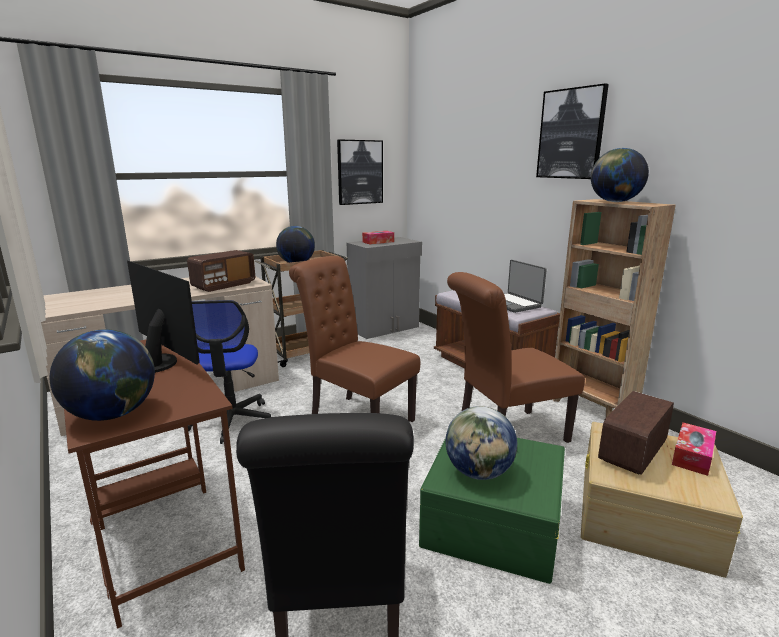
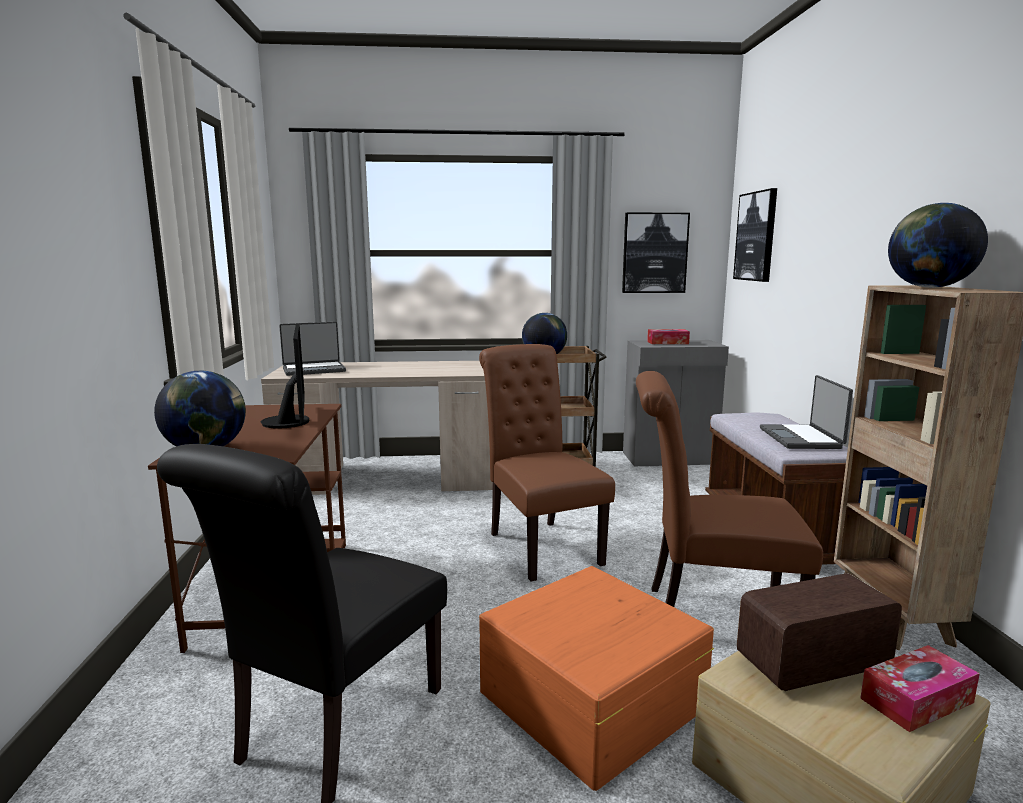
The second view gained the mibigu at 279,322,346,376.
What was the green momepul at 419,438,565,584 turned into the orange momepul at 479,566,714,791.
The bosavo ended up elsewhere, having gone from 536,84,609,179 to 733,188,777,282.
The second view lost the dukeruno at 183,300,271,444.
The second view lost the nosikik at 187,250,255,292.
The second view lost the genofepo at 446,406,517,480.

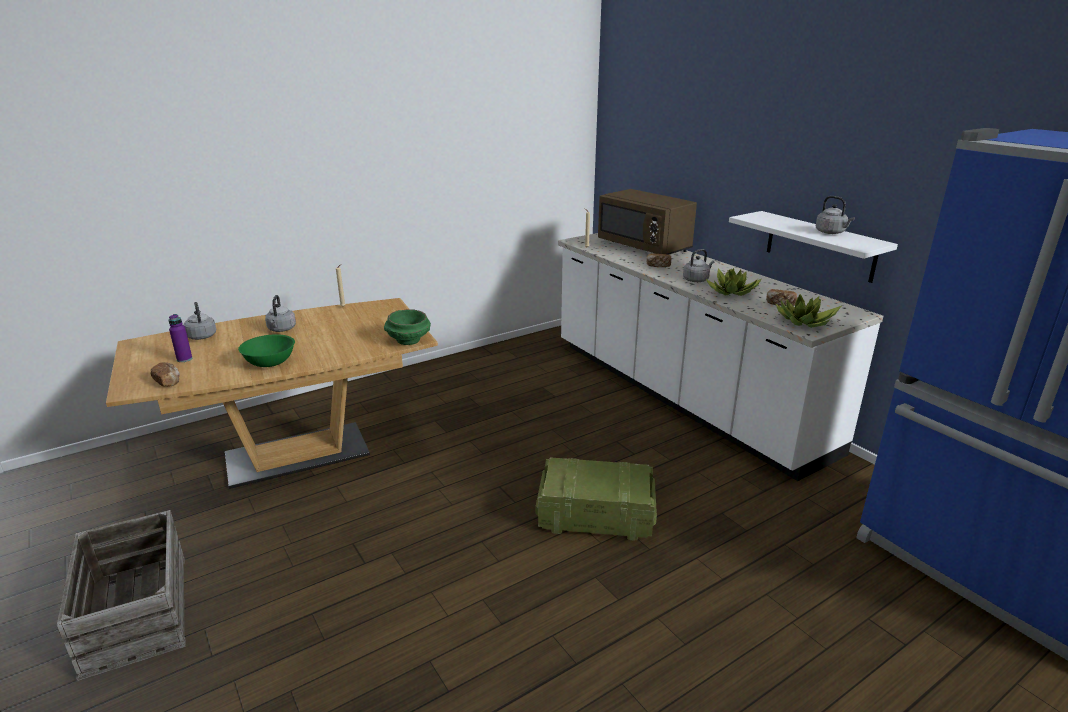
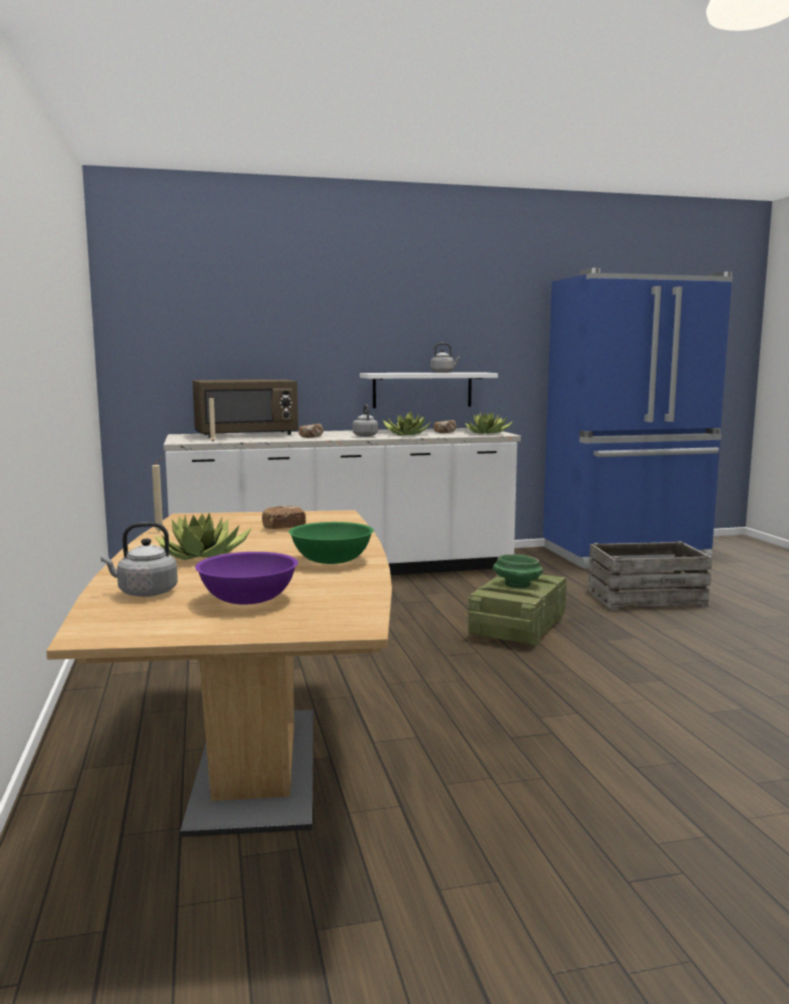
Where the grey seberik stood at 265,295,296,332, the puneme came to stand at 155,513,252,560.
Where the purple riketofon stood at 169,314,192,362, the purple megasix came to stand at 195,552,298,605.
The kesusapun ended up elsewhere, having gone from 150,362,180,387 to 262,506,306,529.
The green megasix ended up elsewhere, having gone from 384,309,431,345 to 493,554,543,588.
The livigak ended up elsewhere, having gone from 57,510,186,681 to 588,541,712,610.

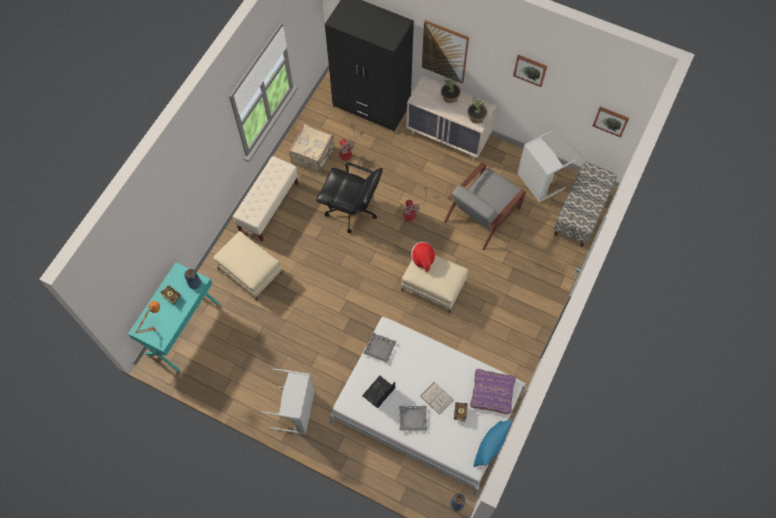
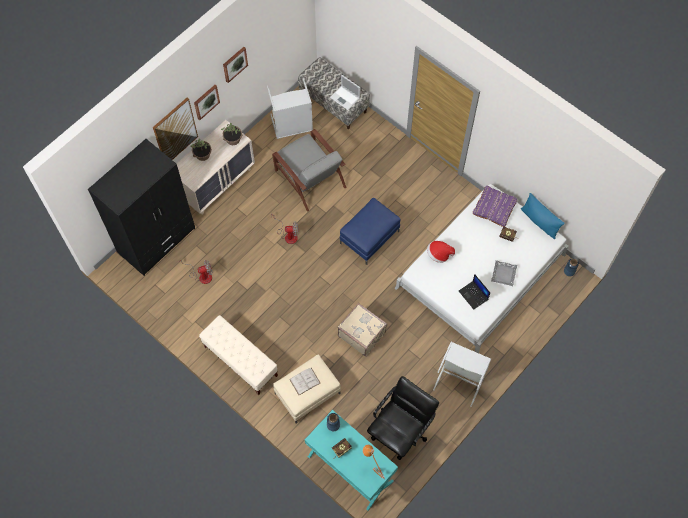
The bosavo ended up elsewhere, having gone from 593,107,629,137 to 194,85,220,120.
The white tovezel ended up elsewhere, having gone from 420,382,454,415 to 289,368,321,395.
The second view gained the mibigu at 330,75,360,110.
The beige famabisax ended up elsewhere, having gone from 289,124,334,173 to 338,303,387,356.
What was the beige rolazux at 401,255,468,313 turned into the blue rolazux at 340,198,400,265.
The black dukeruno ended up elsewhere, having gone from 316,162,383,233 to 367,376,439,460.
The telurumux ended up elsewhere, having gone from 411,242,435,273 to 427,241,455,263.
The second view lost the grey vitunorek at 363,332,396,363.

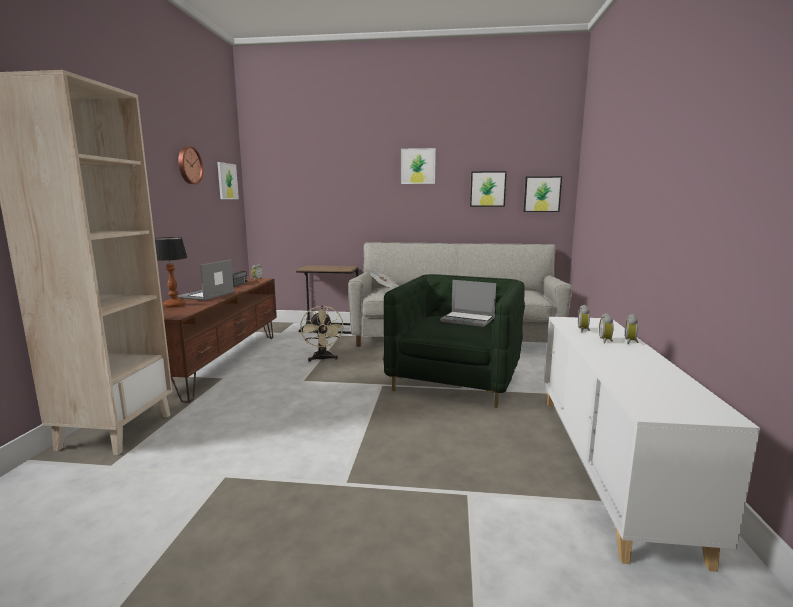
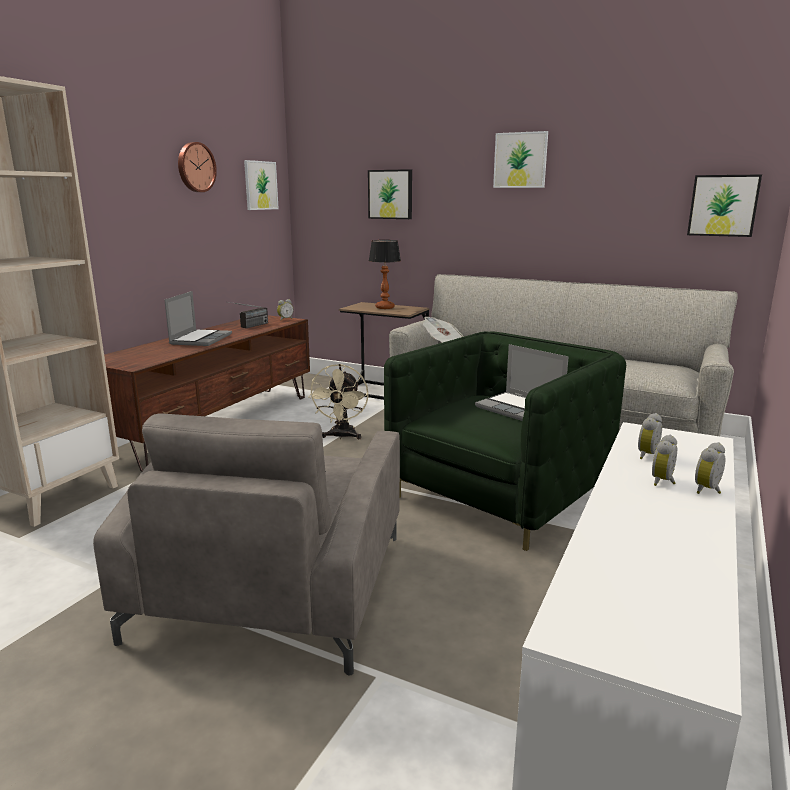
The second view gained the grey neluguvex at 93,413,400,676.
The mibigu at 178,259,234,301 ended up facing another way, 150 degrees clockwise from before.
The bosavo ended up elsewhere, having gone from 470,171,507,207 to 368,169,412,219.
The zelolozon ended up elsewhere, having gone from 155,237,188,308 to 369,240,401,309.

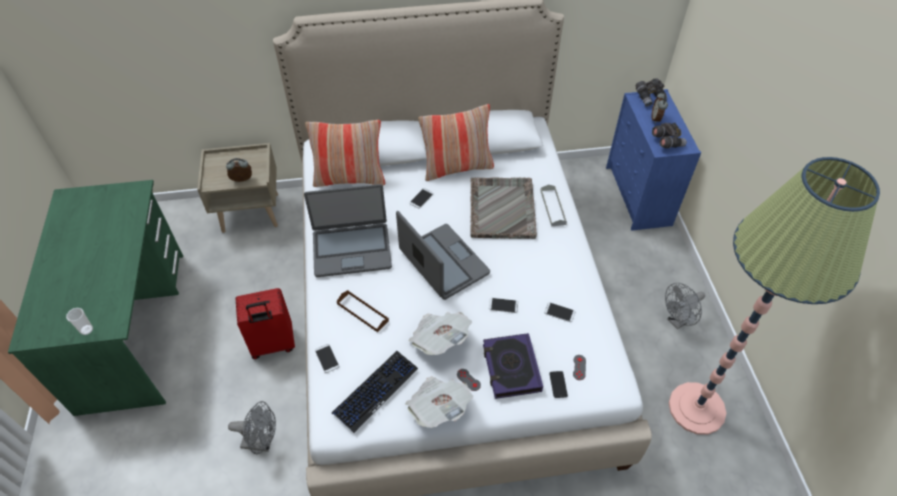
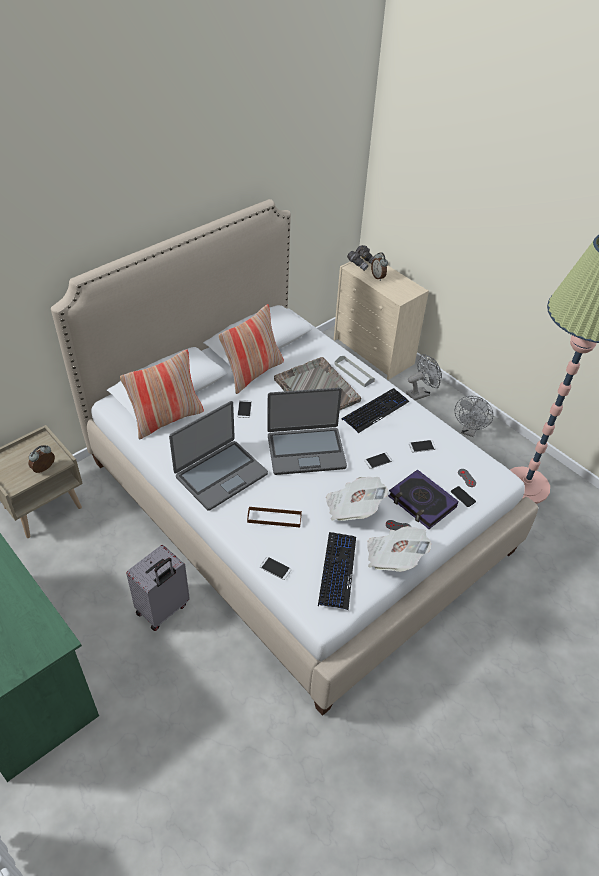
What was the red famabisax at 235,288,295,359 turned into the grey famabisax at 126,545,190,631.
The mibigu at 396,211,490,300 ended up facing another way, 150 degrees clockwise from before.
What was the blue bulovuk at 606,89,701,231 turned into the beige bulovuk at 334,256,429,380.
The second view gained the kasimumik at 342,388,409,433.
The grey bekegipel ended up elsewhere, having gone from 228,401,276,454 to 406,354,442,400.
The second view lost the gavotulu at 66,308,93,335.
The second view lost the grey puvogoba at 652,123,687,148.

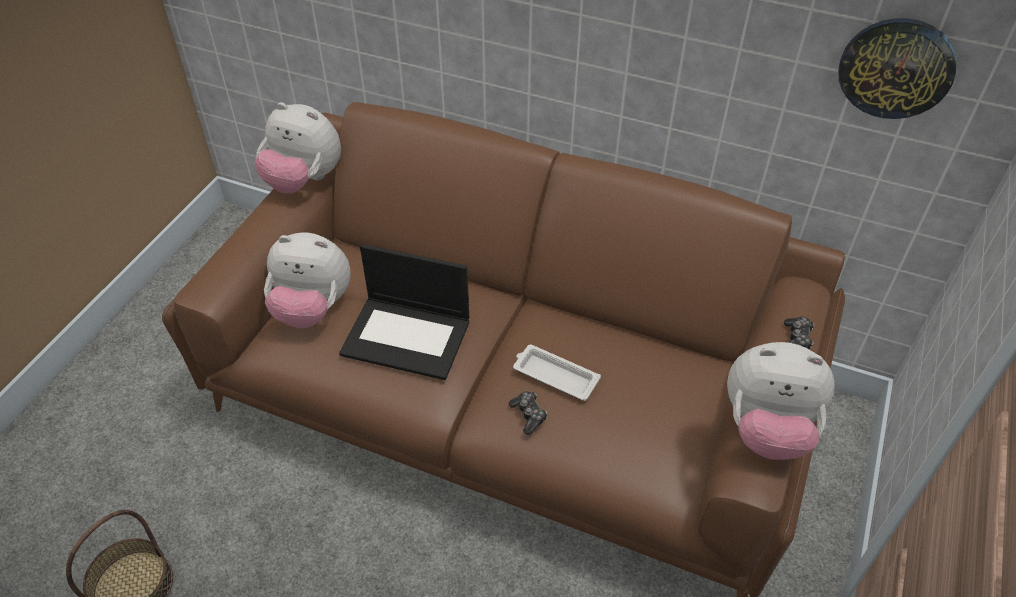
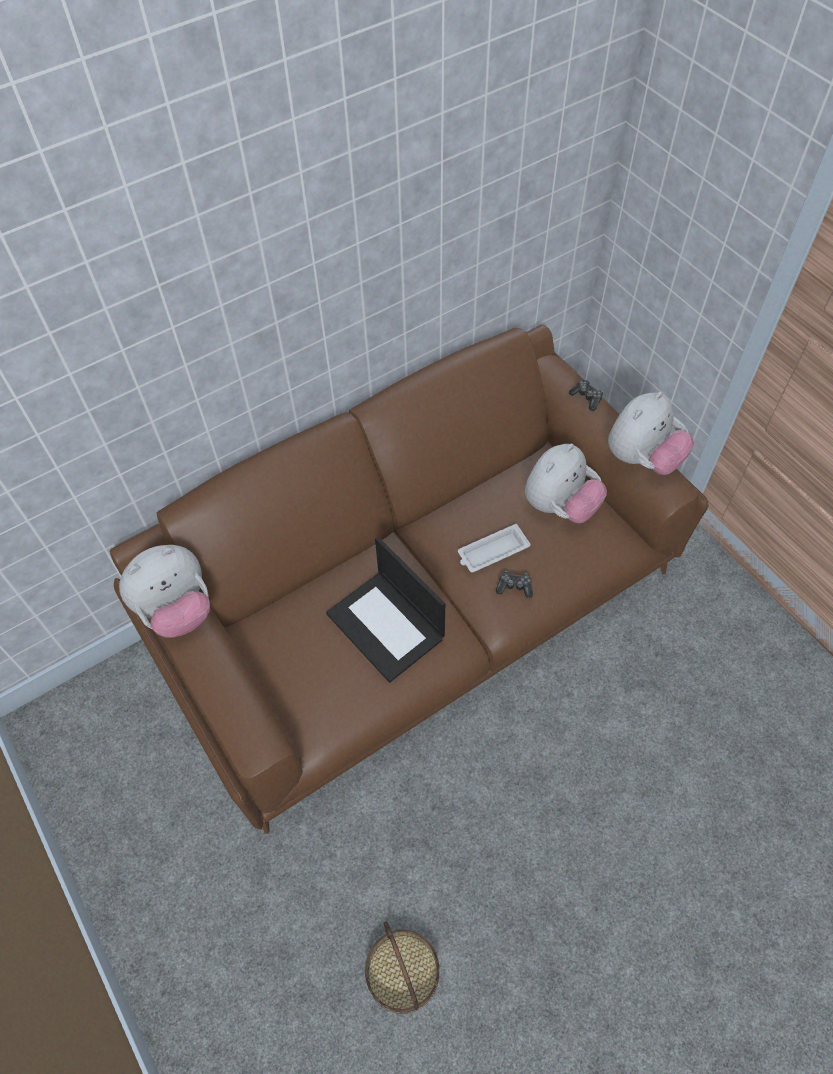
The mibigu at 339,244,469,380 ended up facing another way, 90 degrees clockwise from before.
The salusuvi ended up elsewhere, having gone from 264,232,351,328 to 525,444,607,523.
The second view lost the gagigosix at 838,18,957,119.

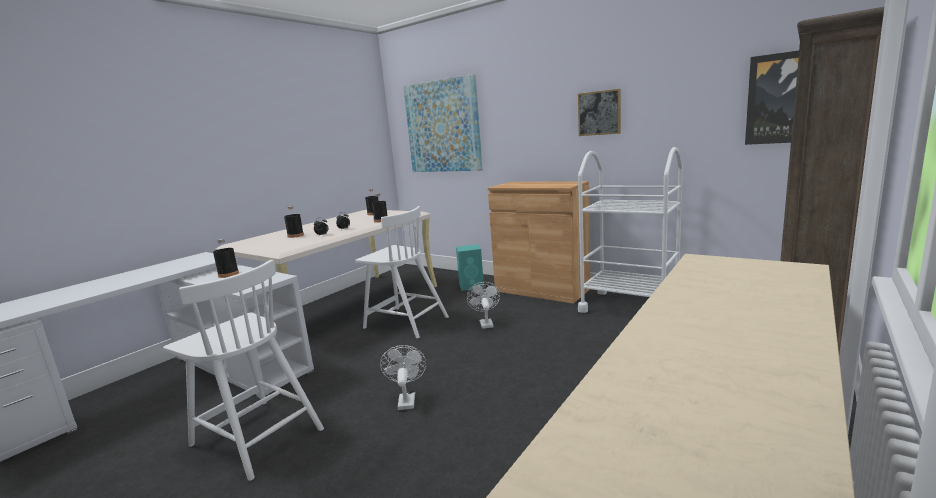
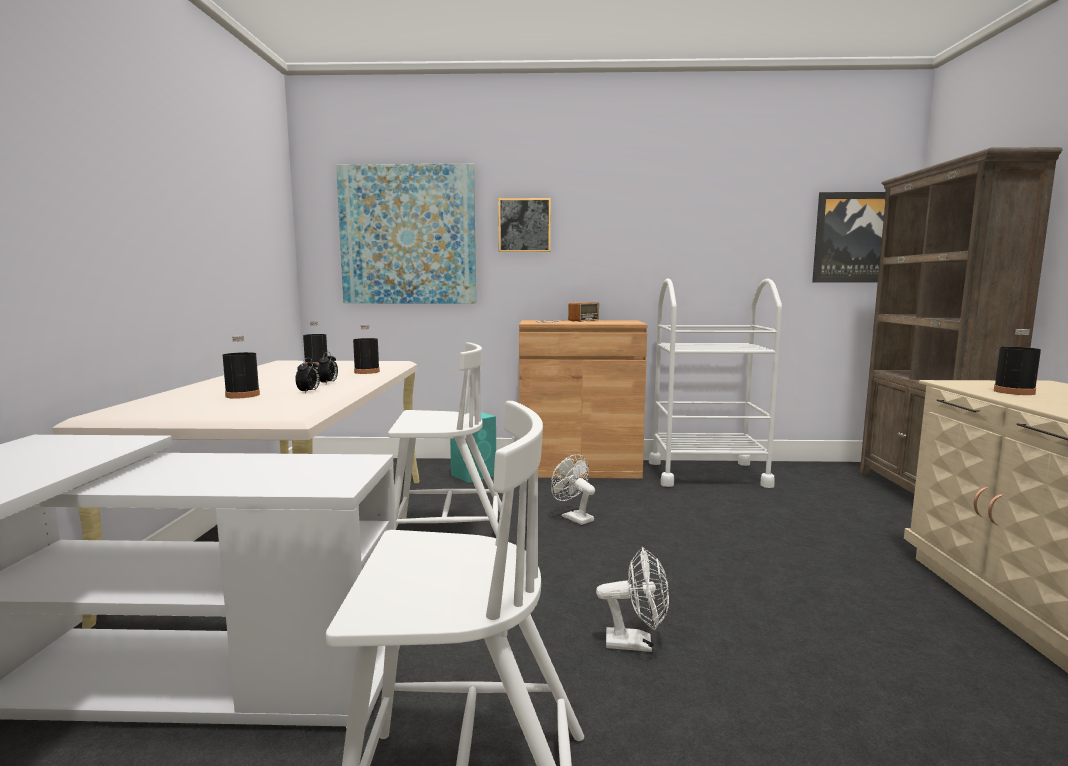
The bosavo ended up elsewhere, having gone from 578,89,620,136 to 498,198,551,252.
The second view gained the nosikik at 535,302,599,323.
The white bekegipel at 380,345,426,410 ended up facing another way, 135 degrees clockwise from before.
The black riketofon ended up elsewhere, having gone from 213,239,239,278 to 994,329,1041,395.

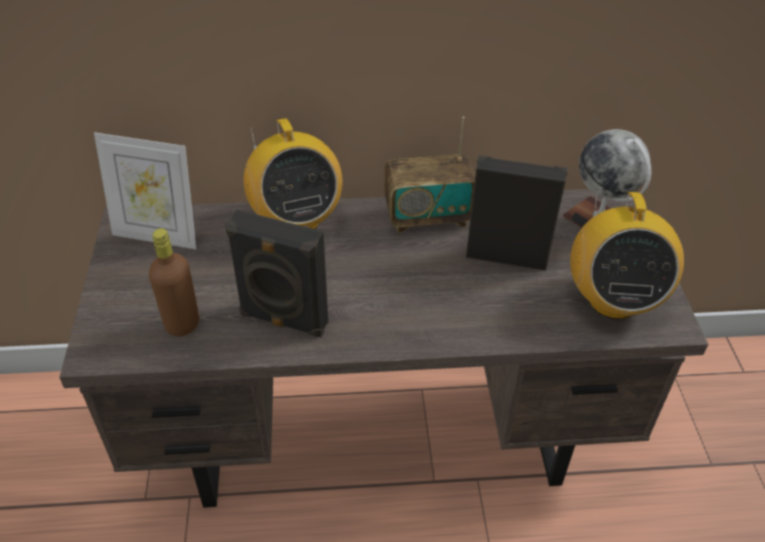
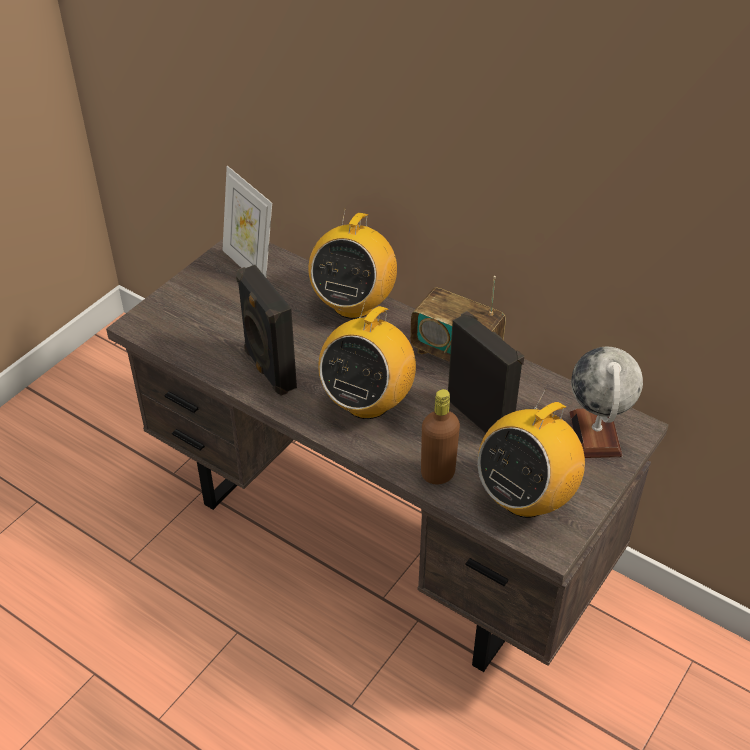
The second view gained the nosikik at 318,299,416,419.
The brown riketofon ended up elsewhere, having gone from 149,228,199,336 to 421,389,460,485.

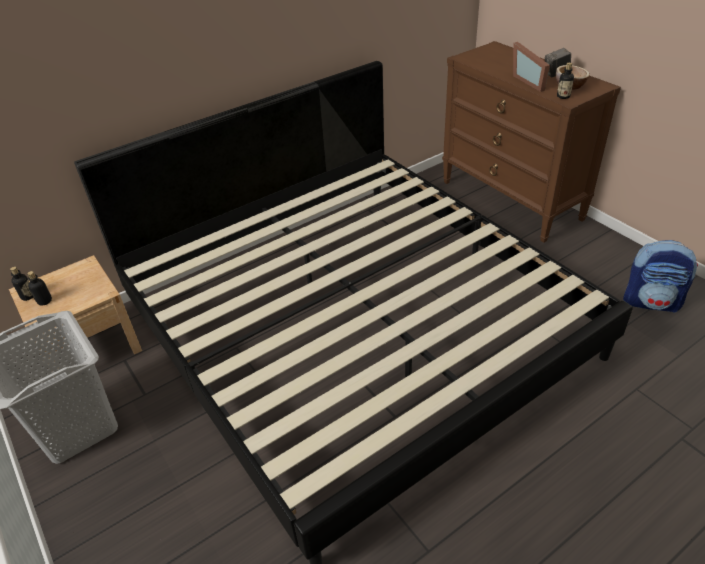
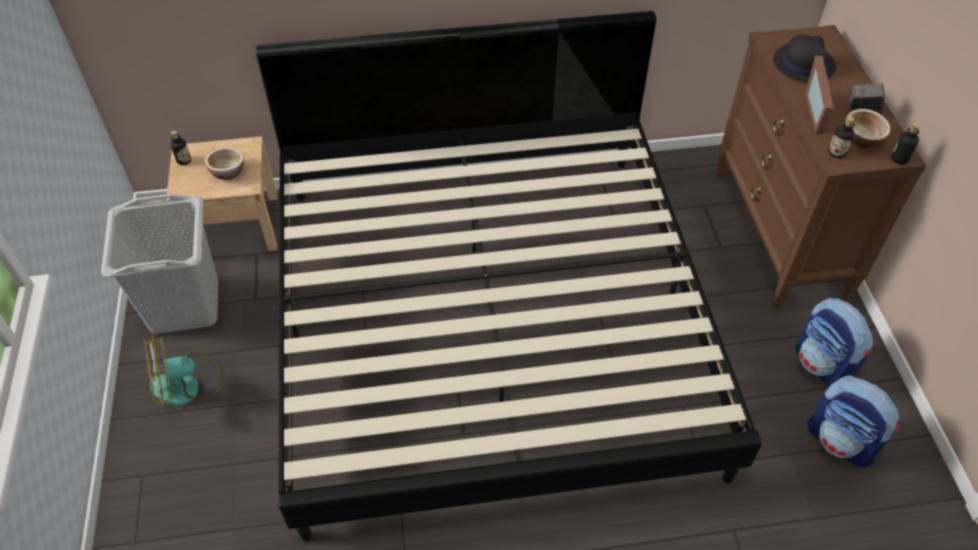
The second view gained the bekegipel at 144,335,224,407.
The second view gained the megasix at 205,147,244,180.
The second view gained the black telurumux at 773,34,836,82.
The second view gained the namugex at 795,298,873,387.
The riketofon ended up elsewhere, having gone from 27,271,52,306 to 891,123,920,165.

